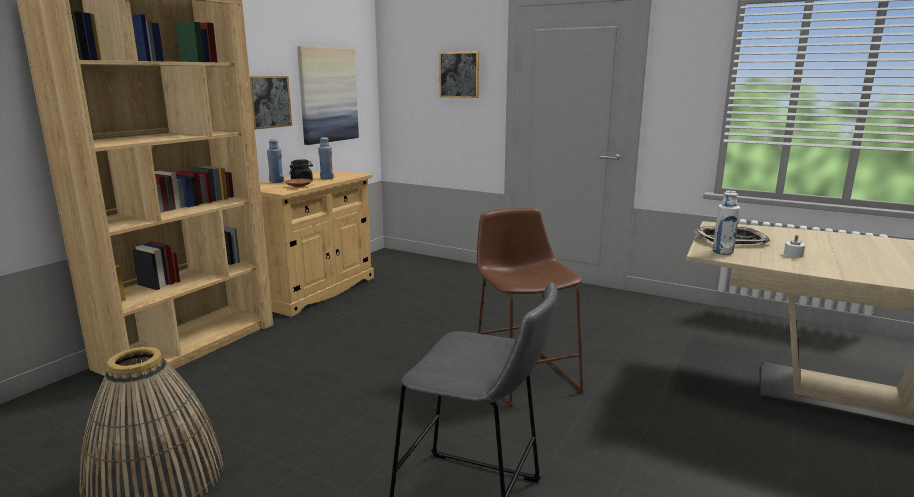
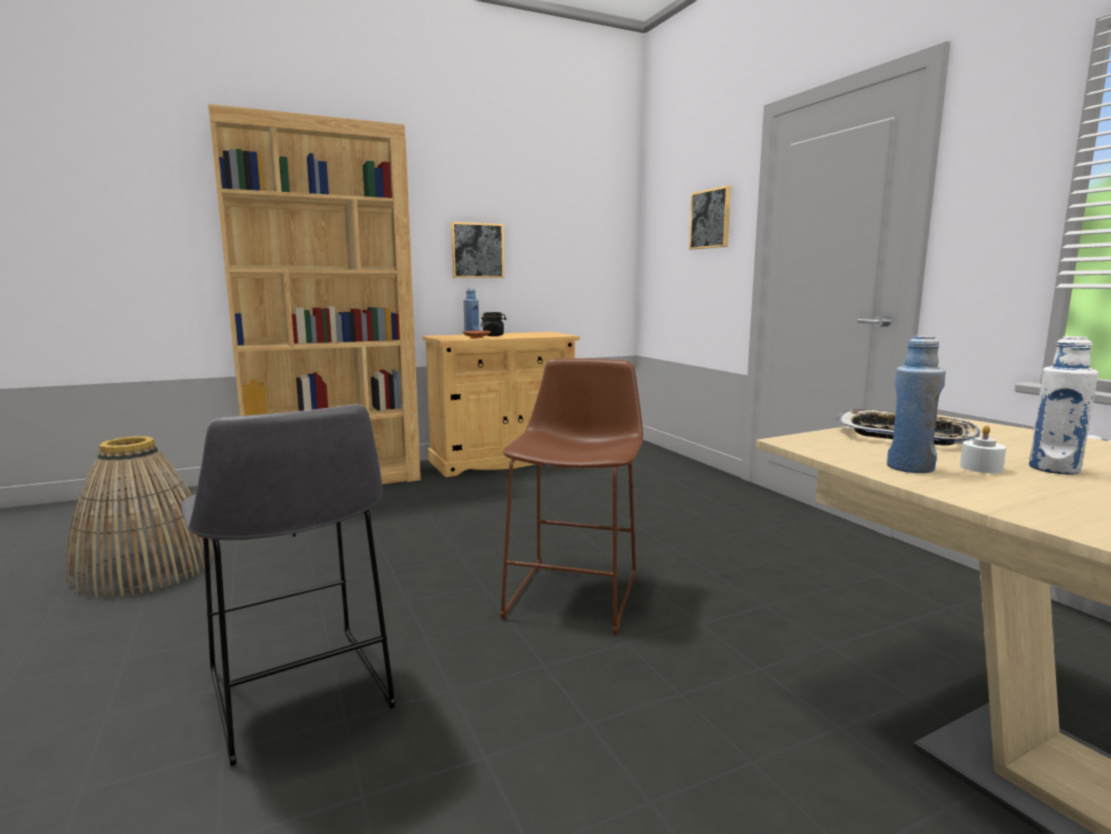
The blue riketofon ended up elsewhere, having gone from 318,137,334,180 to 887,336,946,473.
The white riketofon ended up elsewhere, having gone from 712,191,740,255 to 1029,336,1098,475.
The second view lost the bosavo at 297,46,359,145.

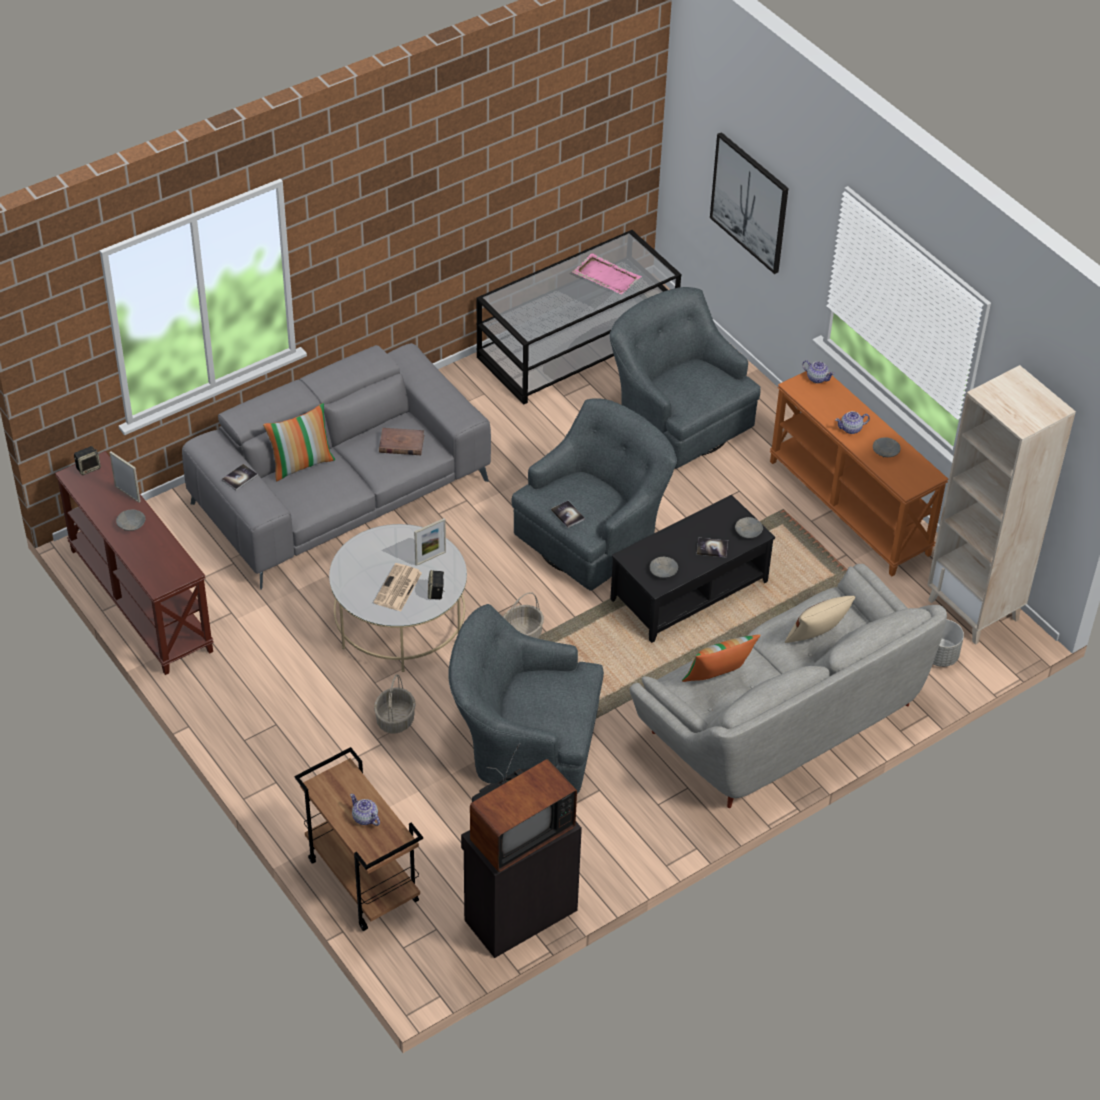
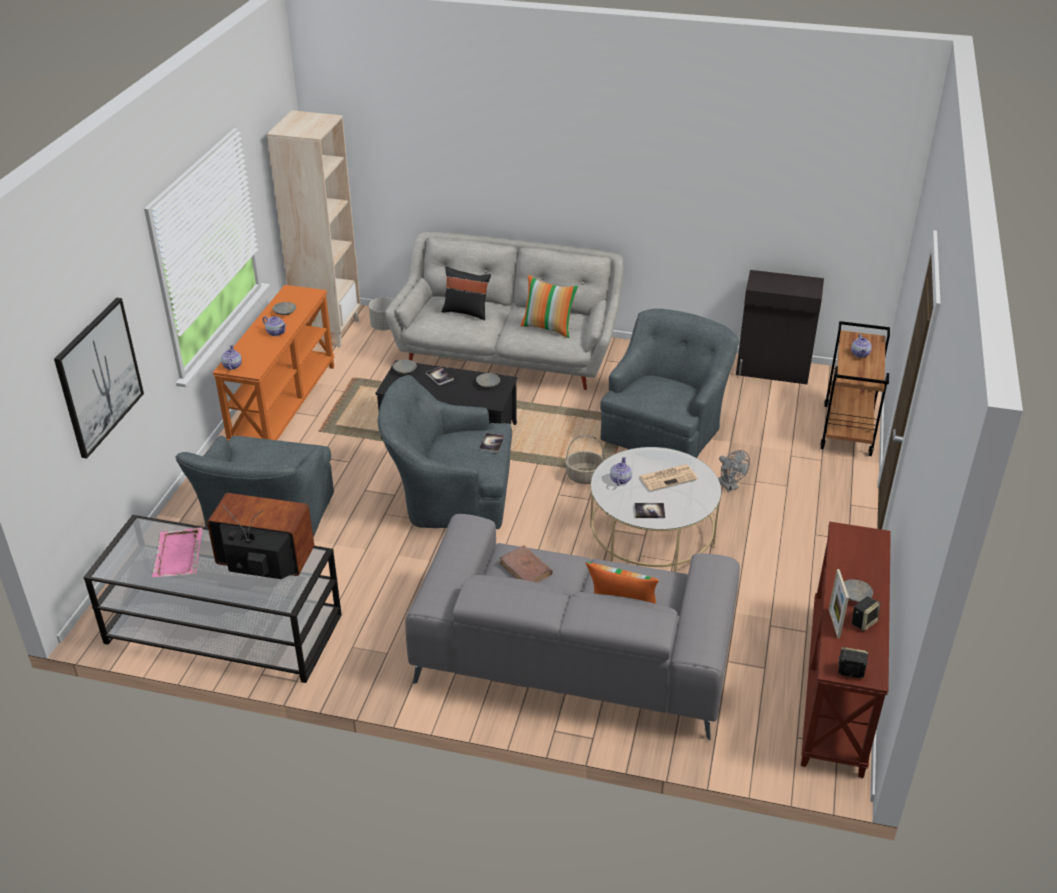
The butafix ended up elsewhere, having gone from 470,743,577,872 to 207,493,314,579.
What was the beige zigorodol at 785,596,855,643 turned into the black zigorodol at 442,266,491,320.
The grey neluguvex at 448,604,604,794 ended up facing another way, 120 degrees counterclockwise from before.
Where the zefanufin stood at 414,518,446,566, the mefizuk came to stand at 610,457,632,486.
The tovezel ended up elsewhere, having gone from 222,464,258,491 to 635,503,665,518.
Where the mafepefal stood at 374,674,416,734, the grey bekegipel came to stand at 718,450,750,492.
The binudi ended up elsewhere, having gone from 428,570,444,599 to 852,596,880,631.

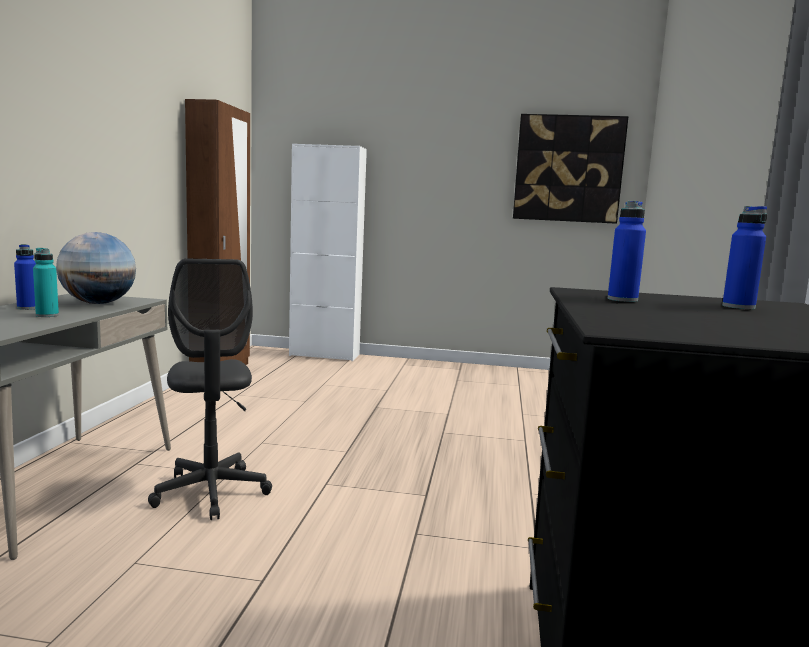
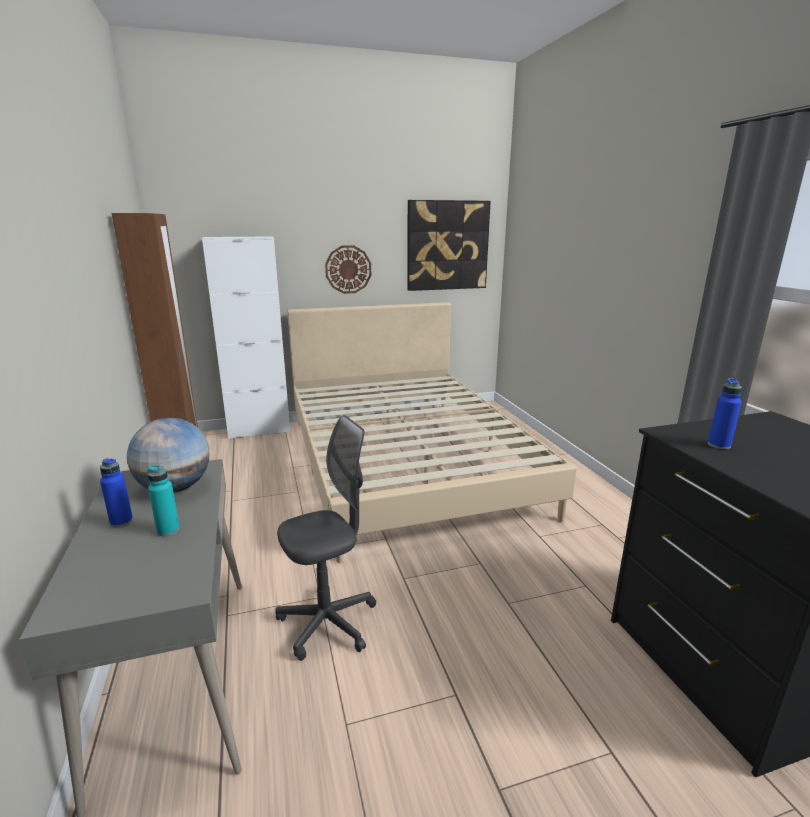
The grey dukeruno at 148,259,272,520 ended up facing another way, 75 degrees counterclockwise from before.
The second view gained the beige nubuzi at 287,302,577,563.
The second view gained the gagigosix at 325,245,371,294.
The second view lost the blue riketofon at 722,206,767,309.

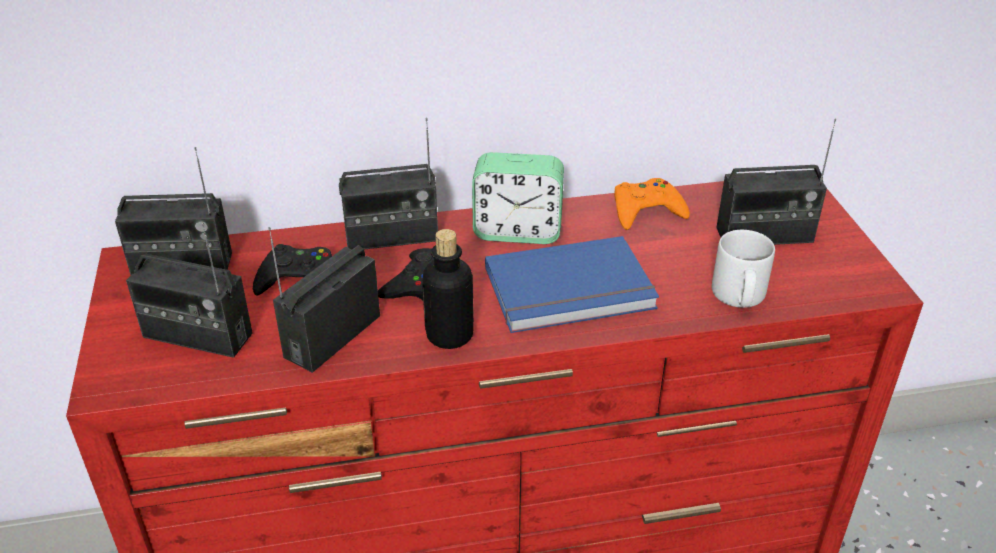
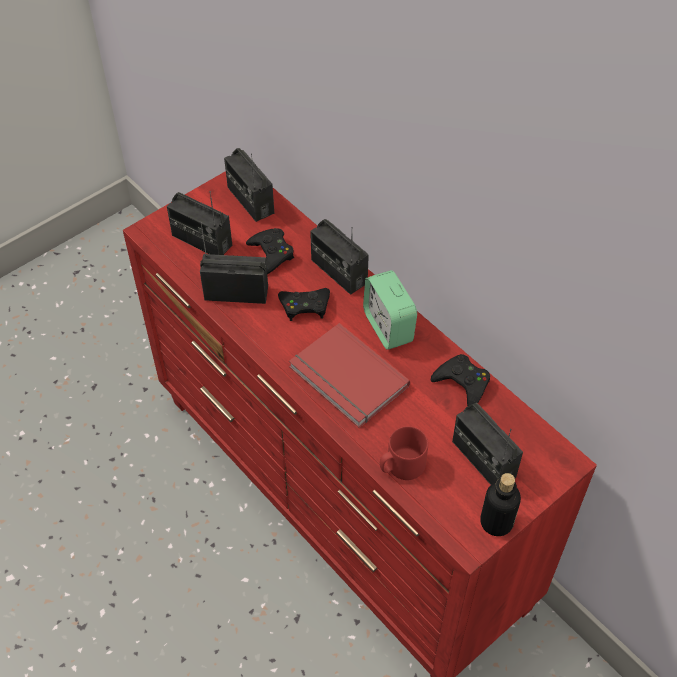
The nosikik at 126,223,253,358 ended up facing another way, 45 degrees counterclockwise from before.
What was the blue tovezel at 485,236,659,333 turned into the red tovezel at 289,323,410,428.
What was the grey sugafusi at 712,230,775,308 turned into the red sugafusi at 380,426,428,480.
What was the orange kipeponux at 614,178,690,230 turned into the black kipeponux at 431,354,490,406.
The riketofon ended up elsewhere, having gone from 422,229,474,349 to 481,473,521,536.

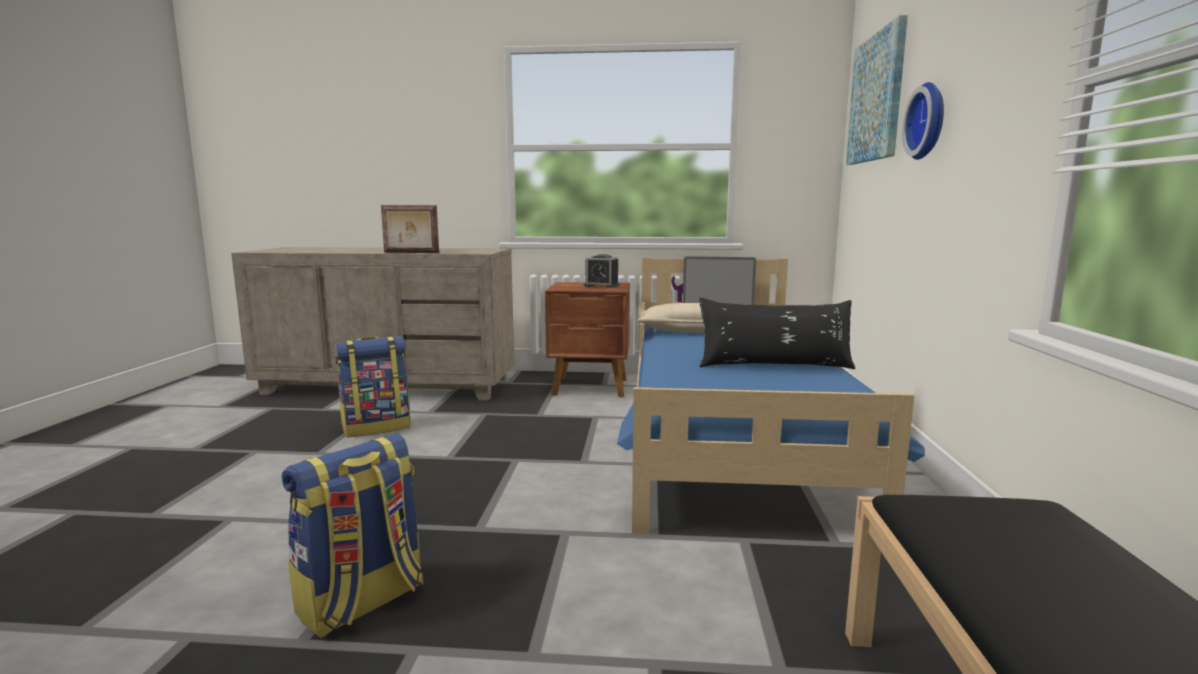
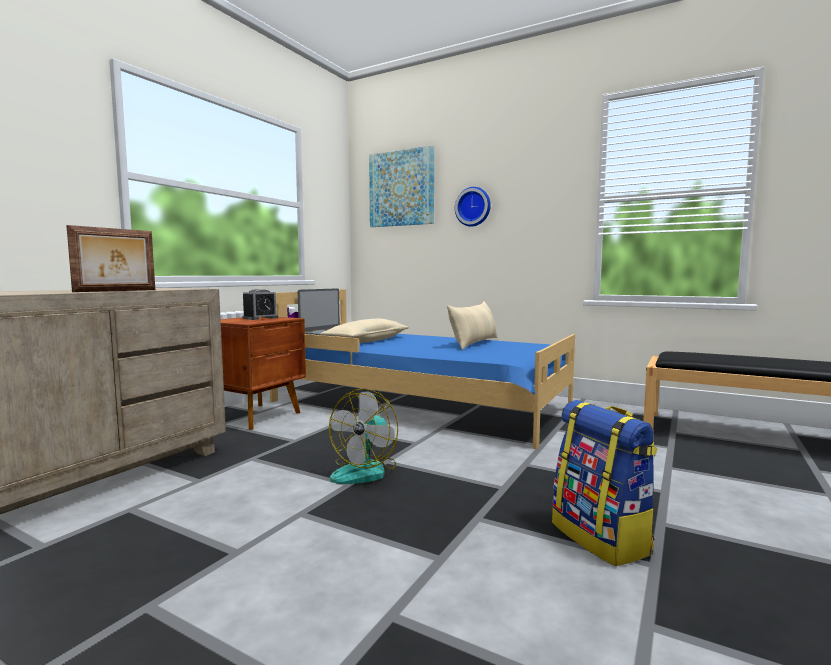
The second view gained the bekegipel at 329,388,398,484.
What was the black zigorodol at 699,297,855,369 turned into the beige zigorodol at 447,301,497,350.
The second view lost the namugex at 335,336,410,437.

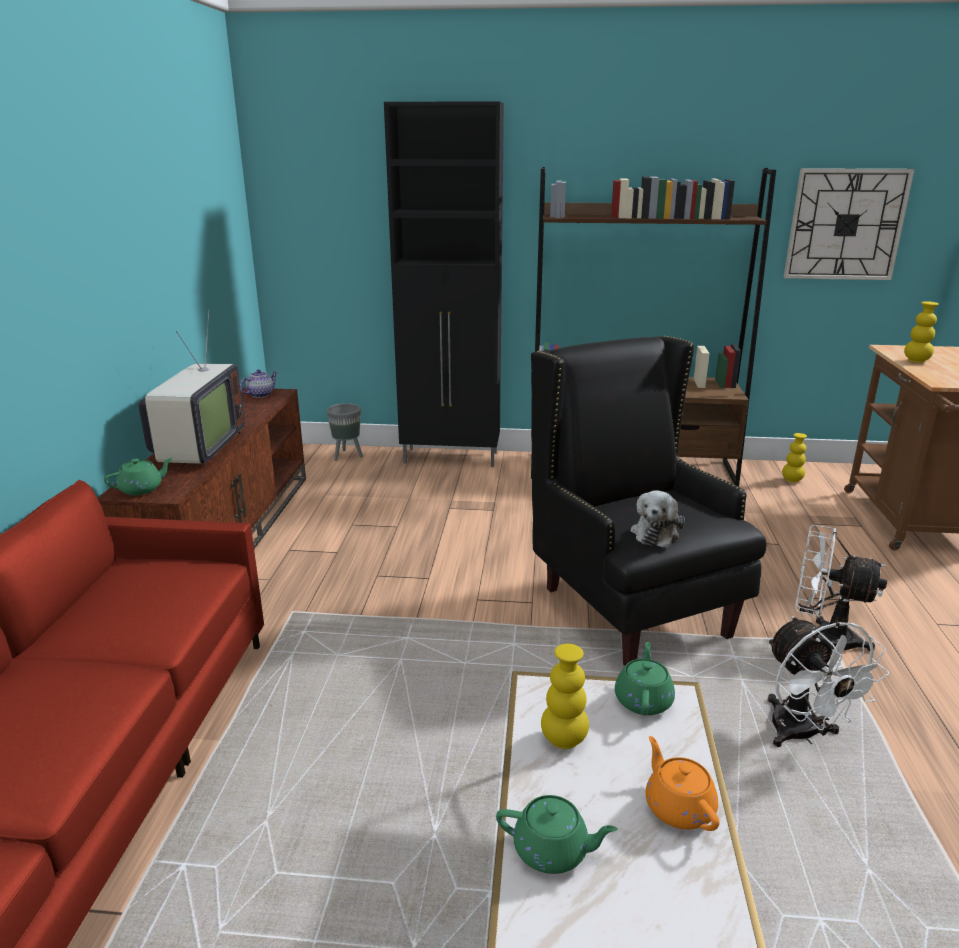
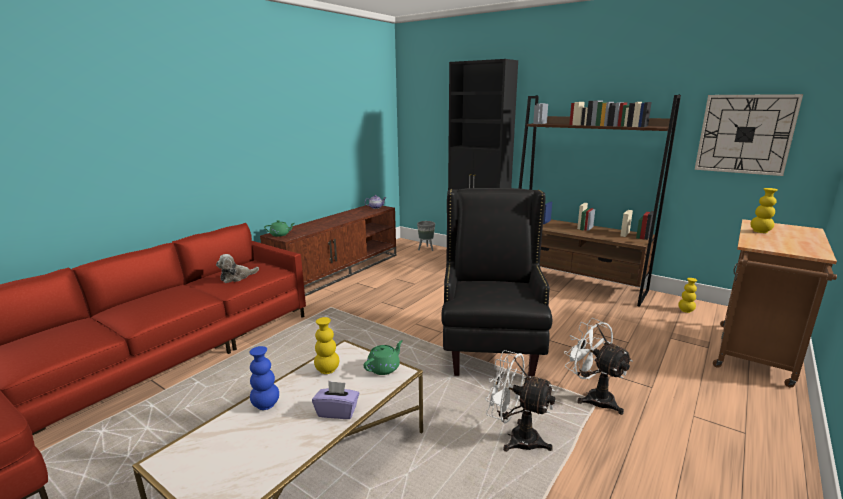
The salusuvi ended up elsewhere, having gone from 631,491,685,548 to 216,254,259,283.
Where the green mefizuk stood at 496,795,618,874, the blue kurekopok came to stand at 249,346,279,410.
Where the orange mefizuk stood at 646,736,720,831, the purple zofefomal came to stand at 312,381,359,419.
The white bekegipel at 768,616,889,747 ended up facing another way, 105 degrees clockwise from before.
The second view lost the butafix at 139,310,245,468.

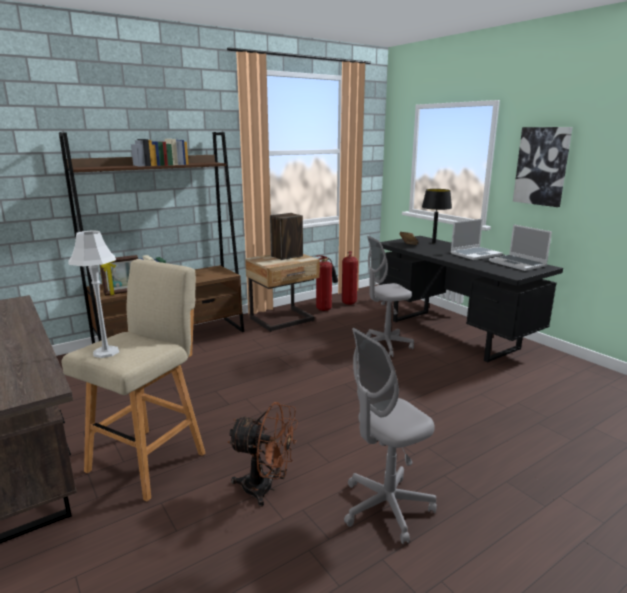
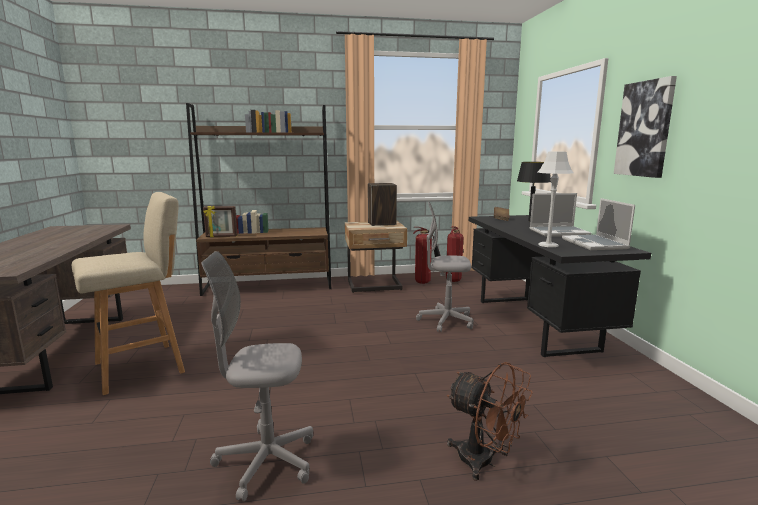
The brown bekegipel ended up elsewhere, having gone from 228,402,298,507 to 447,362,533,481.
The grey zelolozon ended up elsewhere, having gone from 68,230,119,358 to 538,152,574,247.

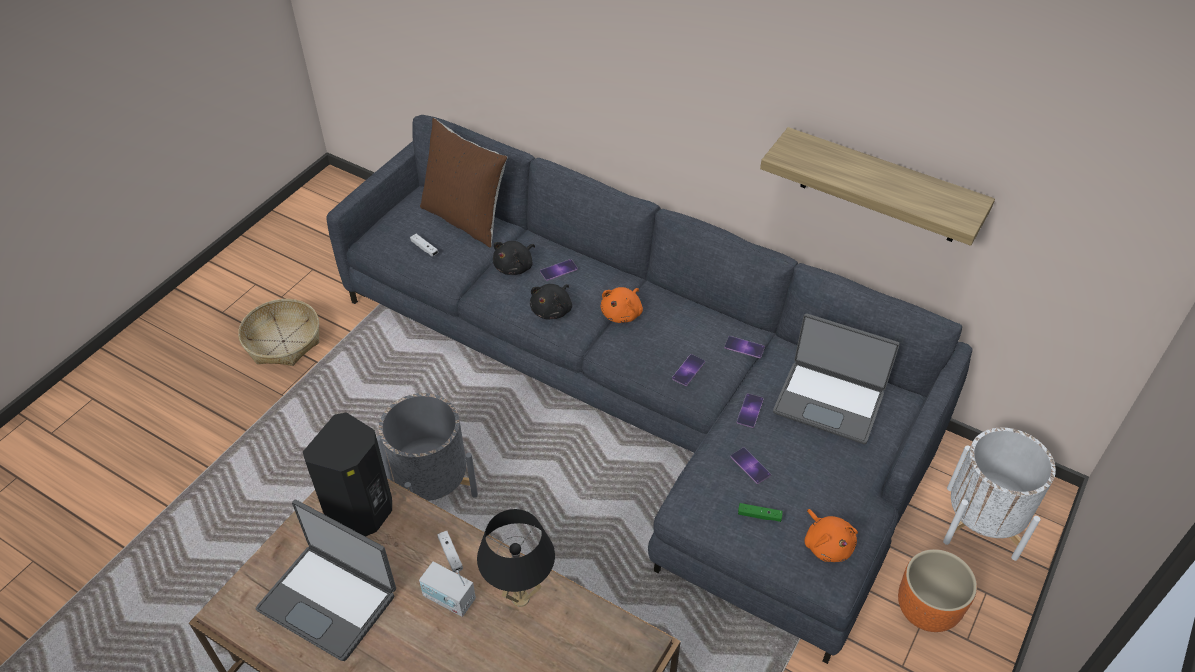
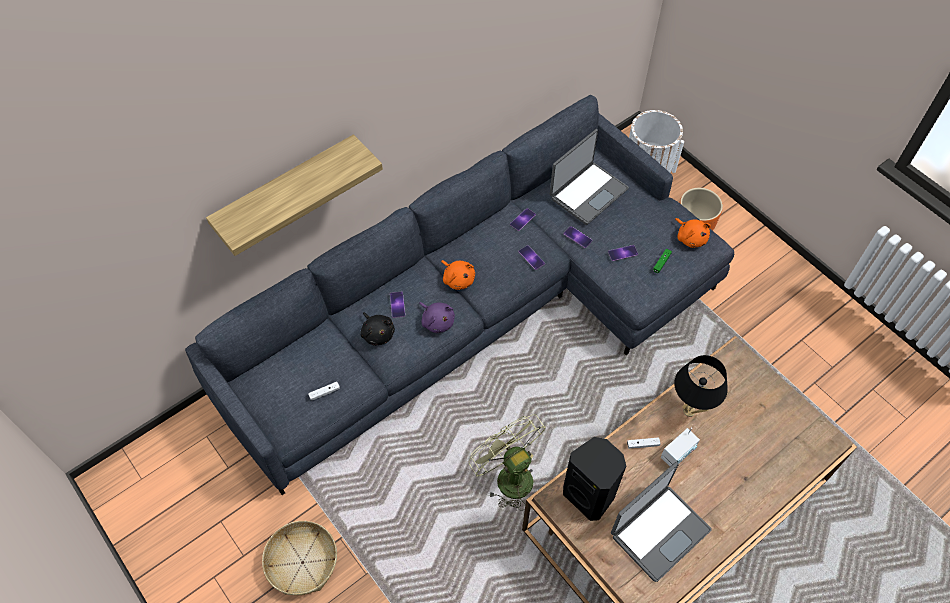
The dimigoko ended up elsewhere, having gone from 760,127,995,246 to 206,134,383,256.
What was the black salusuvi at 530,284,572,320 turned into the purple salusuvi at 419,302,455,333.
Where the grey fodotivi stood at 376,393,478,501, the green bekegipel came to stand at 469,414,546,511.
The orange salusuvi at 805,509,858,562 ended up facing another way, 60 degrees clockwise from before.
The second view lost the brown zigorodol at 420,118,508,248.

